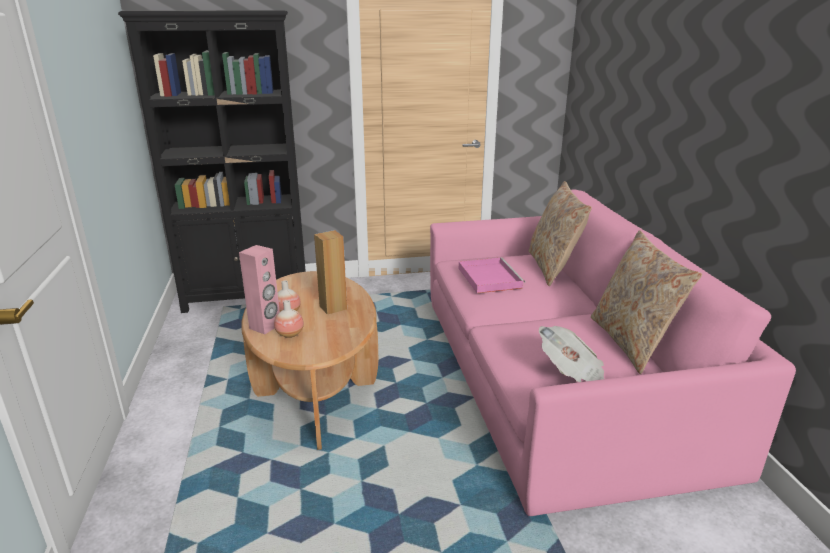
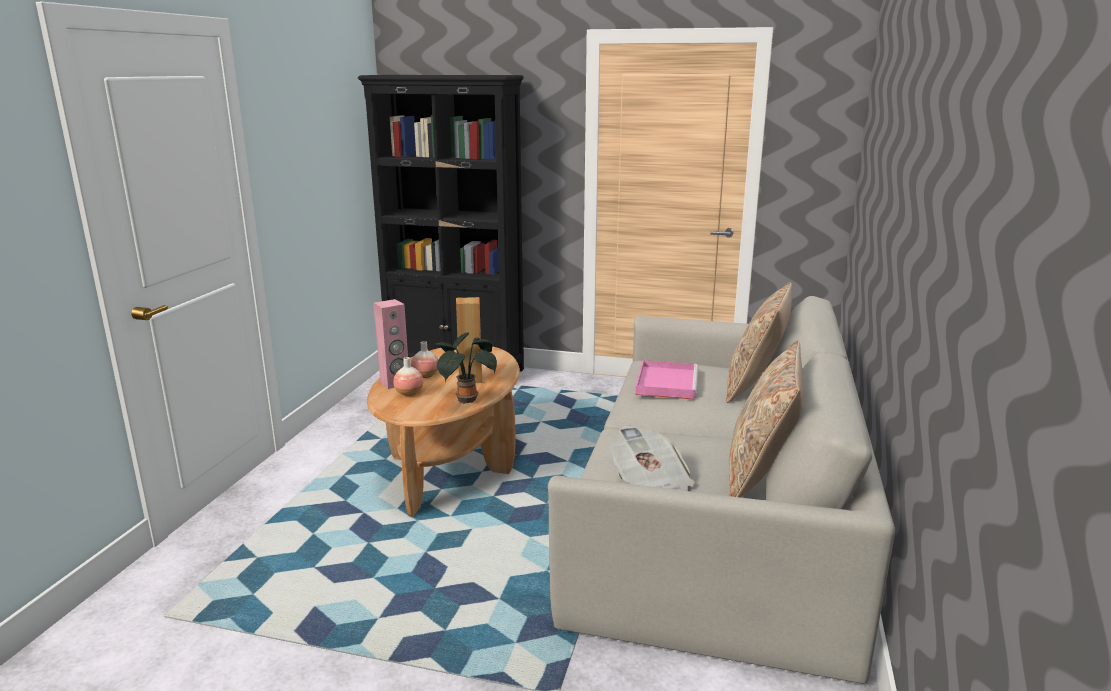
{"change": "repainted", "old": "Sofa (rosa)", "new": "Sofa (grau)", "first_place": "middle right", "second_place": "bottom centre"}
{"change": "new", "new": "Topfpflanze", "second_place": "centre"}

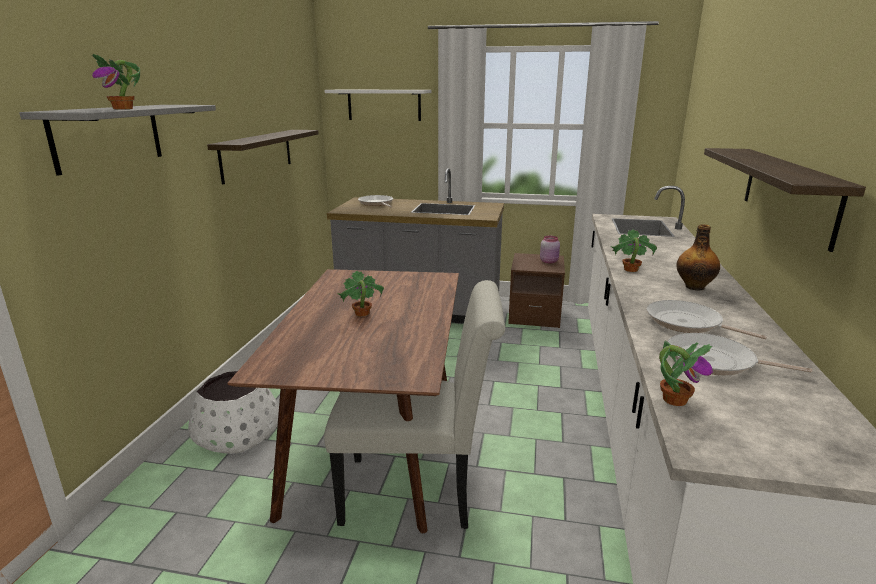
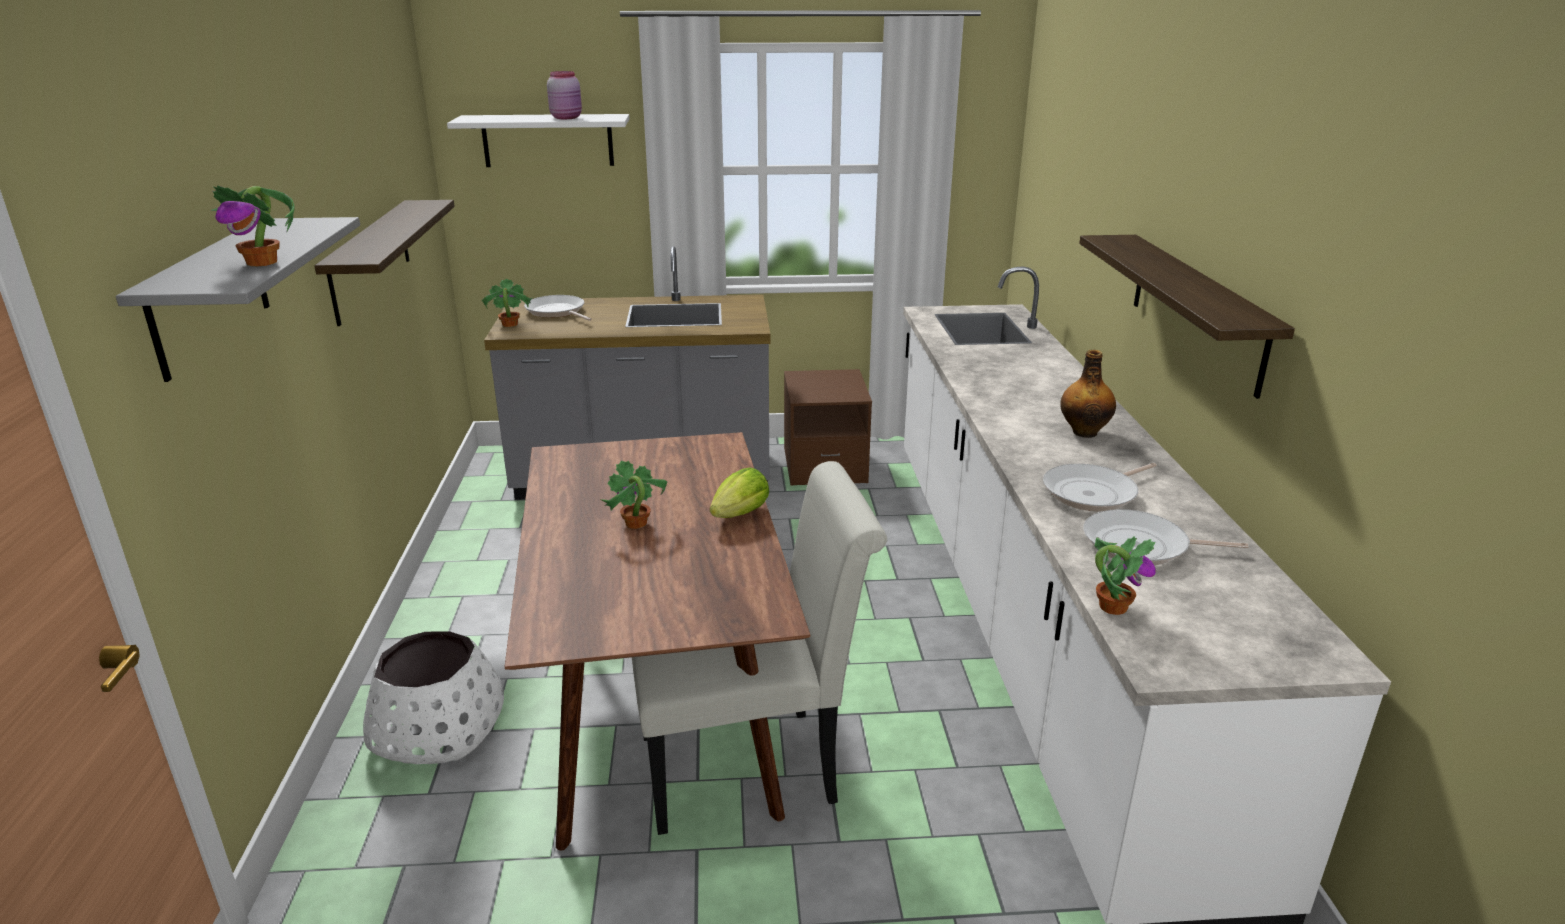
{"change": "shifted", "old": "Vorratsglas (rosa)", "first_place": "centre", "second_place": "top centre"}
{"change": "shifted", "old": "Topfpflanze (no. 3 from left in the first image)", "new": "Topfpflanze (no. 2 from left)", "first_place": "middle right", "second_place": "top left"}
{"change": "rotated", "old": "Pfanne (no. 2 from left)", "first_place": "middle right", "second_place": "middle right", "degrees": -60}
{"change": "new", "new": "Salatkopf", "second_place": "centre"}

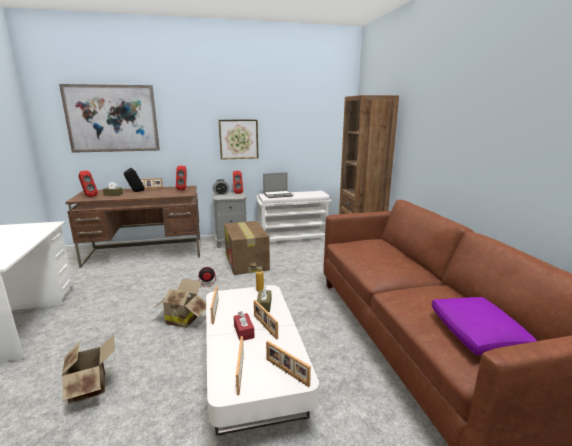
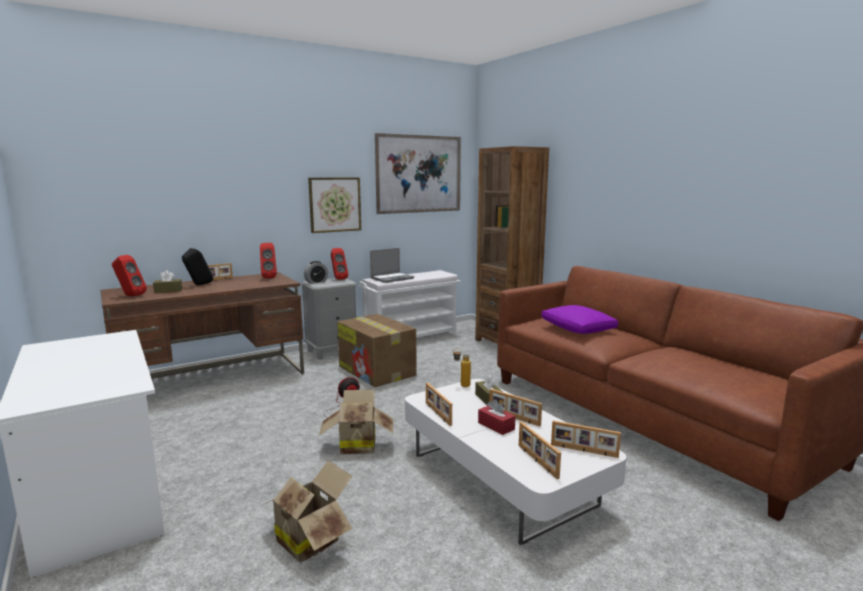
{"change": "shifted", "old": "Bild (no. 1 from left in the first image)", "new": "Bild (no. 2 from left)", "first_place": "top left", "second_place": "top centre"}
{"change": "shifted", "old": "Kissen (lila)", "first_place": "bottom right", "second_place": "middle right"}

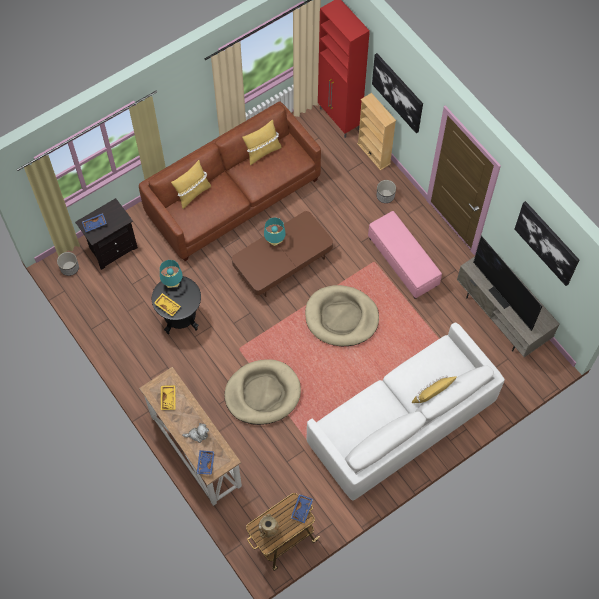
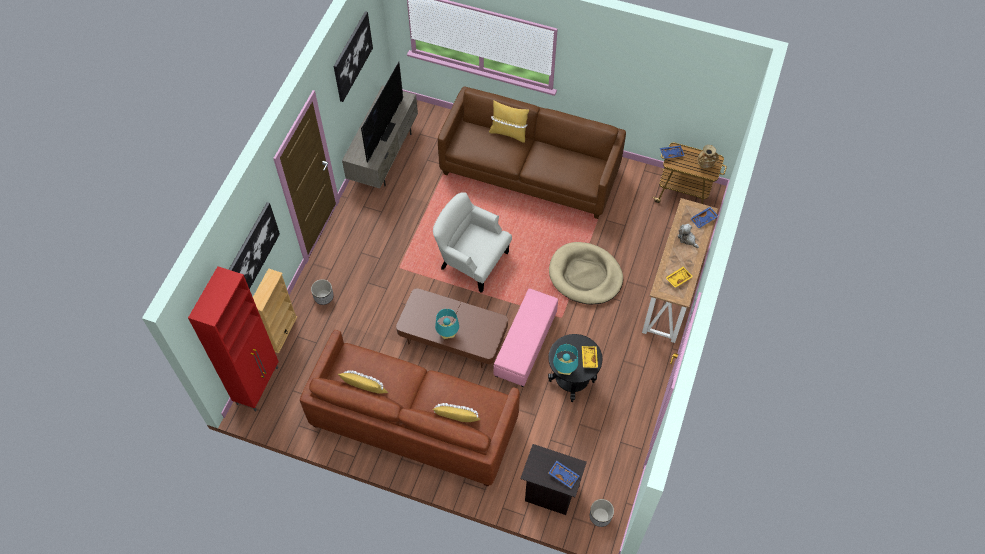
{"change": "swapped", "old": "Hundebett (beige) (no. 2 from left)", "new": "Sessel (weiß)", "first_place": "centre", "second_place": "centre"}
{"change": "repainted", "old": "Sofa (weiß)", "new": "Sofa (braun) (no. 2 from left)", "first_place": "bottom right", "second_place": "top centre"}
{"change": "shifted", "old": "Polsterhocker (rosa)", "first_place": "middle right", "second_place": "centre"}

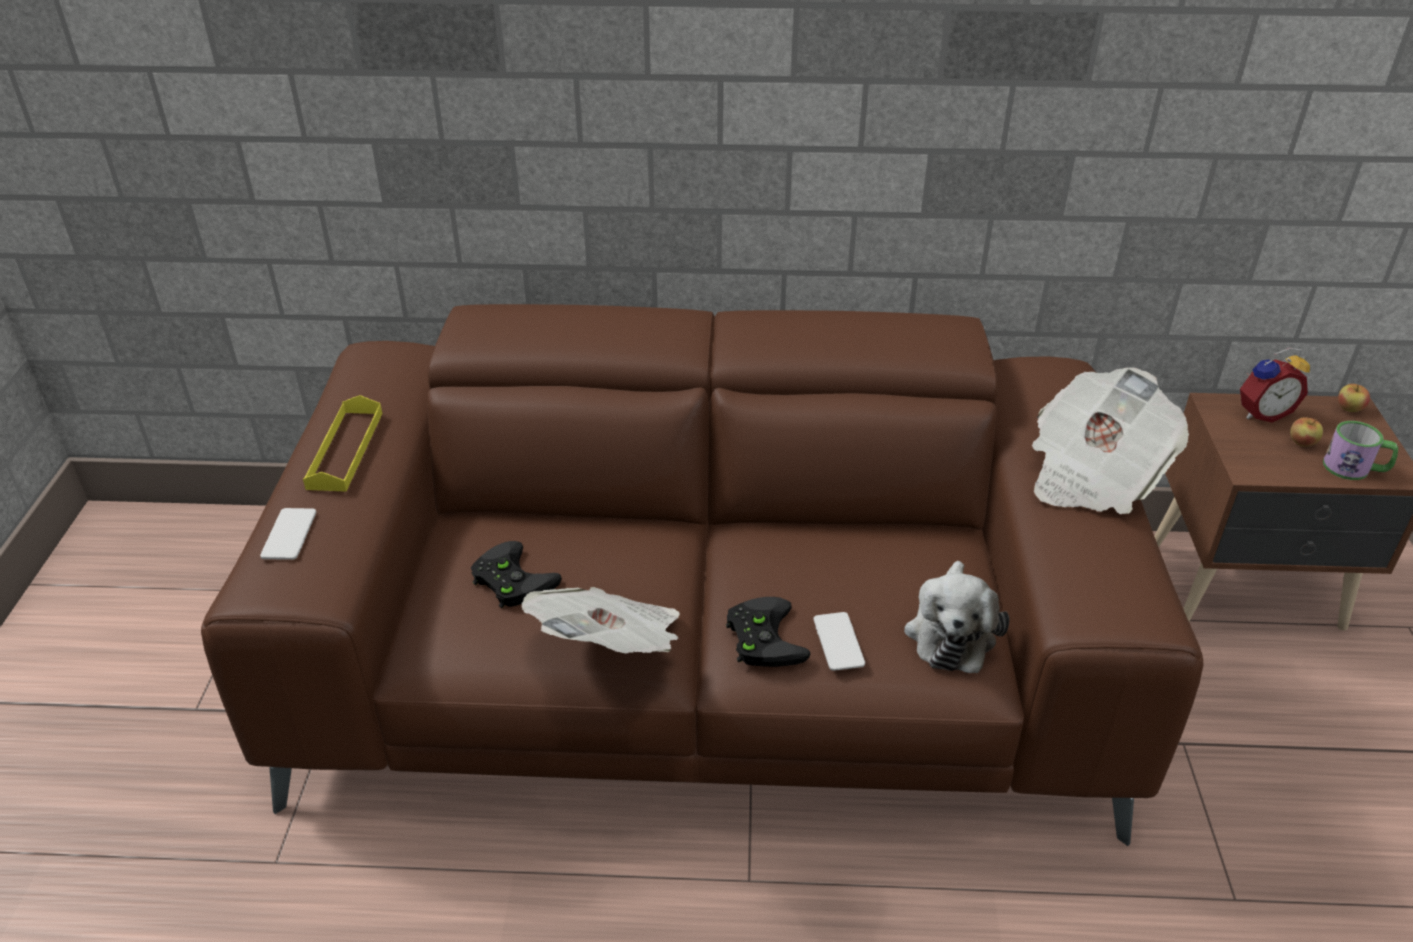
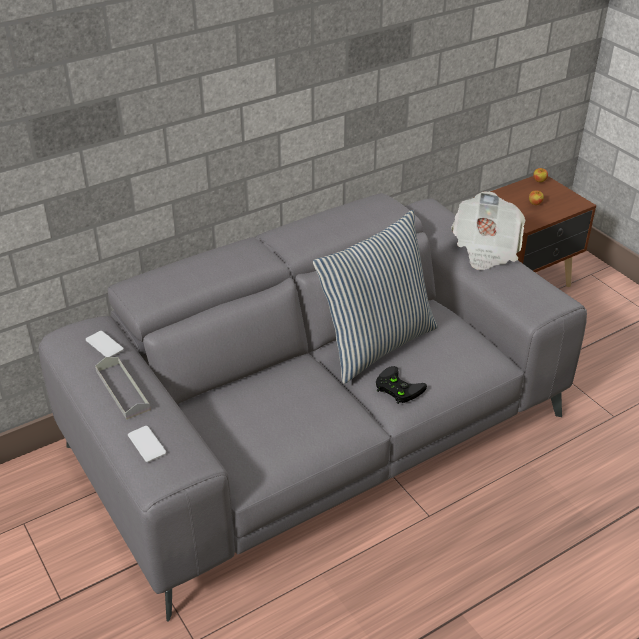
{"change": "repainted", "old": "Sofa (braun)", "new": "Sofa (grau)", "first_place": "centre", "second_place": "centre"}
{"change": "repainted", "old": "Tablett (gelb)", "new": "Tablett (grau)", "first_place": "middle left", "second_place": "middle left"}
{"change": "gone", "old": "Gamepad (schwarz) (no. 1 from left)", "first_place": "centre"}
{"change": "gone", "old": "Zeitung (no. 1 from left)", "first_place": "centre"}
{"change": "shifted", "old": "Handy (no. 2 from left in the first image)", "new": "Handy (no. 1 from left)", "first_place": "bottom centre", "second_place": "middle left"}
{"change": "gone", "old": "Plüschtier", "first_place": "middle right"}
{"change": "gone", "old": "Wecker", "first_place": "middle right"}
{"change": "gone", "old": "Henkelbecher", "first_place": "middle right"}
{"change": "new", "new": "Kissen", "second_place": "centre"}

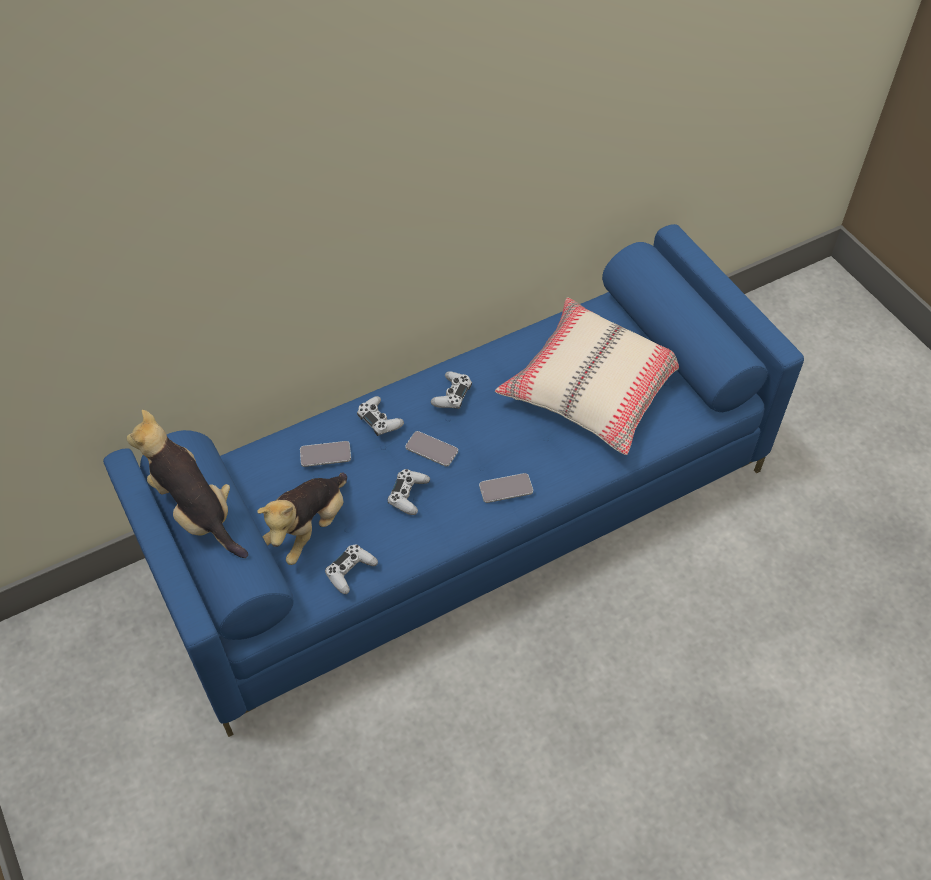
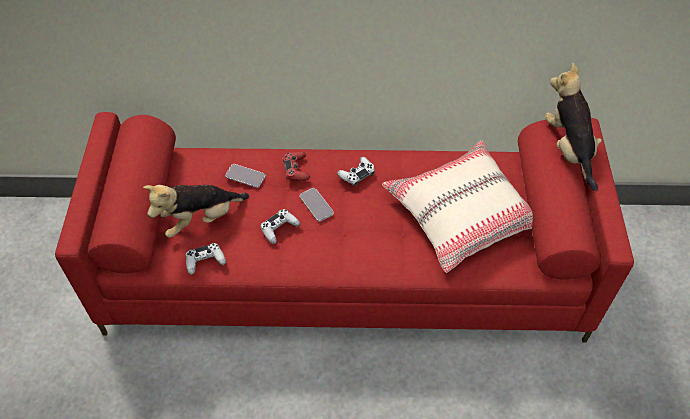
{"change": "repainted", "old": "Sofa (blau)", "new": "Sofa (rot)", "first_place": "centre", "second_place": "centre"}
{"change": "shifted", "old": "Plüschtier (no. 1 from left in the first image)", "new": "Plüschtier (no. 2 from left)", "first_place": "middle left", "second_place": "top right"}
{"change": "repainted", "old": "Gamepad (weiß) (no. 2 from left)", "new": "Gamepad (rot)", "first_place": "centre", "second_place": "centre"}
{"change": "gone", "old": "Handy (no. 3 from left)", "first_place": "centre"}

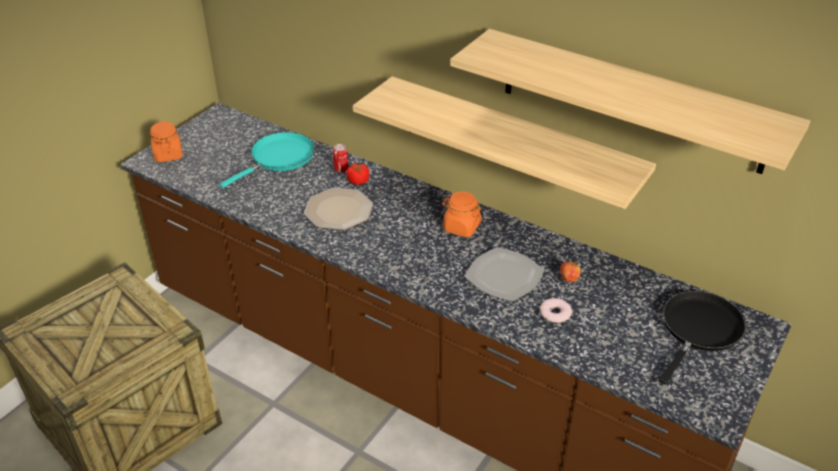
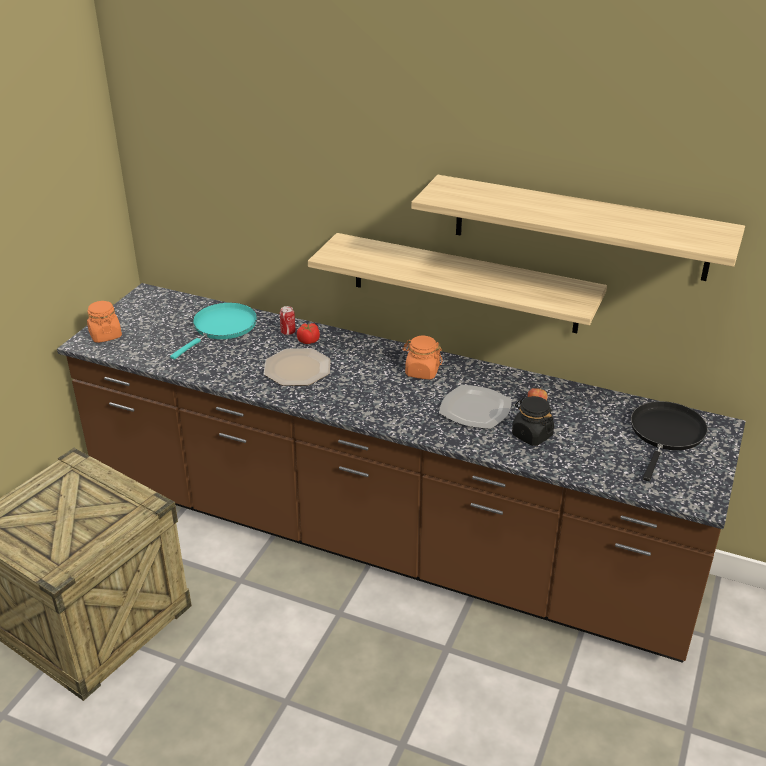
{"change": "swapped", "old": "Donut", "new": "Vorratsglas (schwarz)", "first_place": "centre", "second_place": "middle right"}

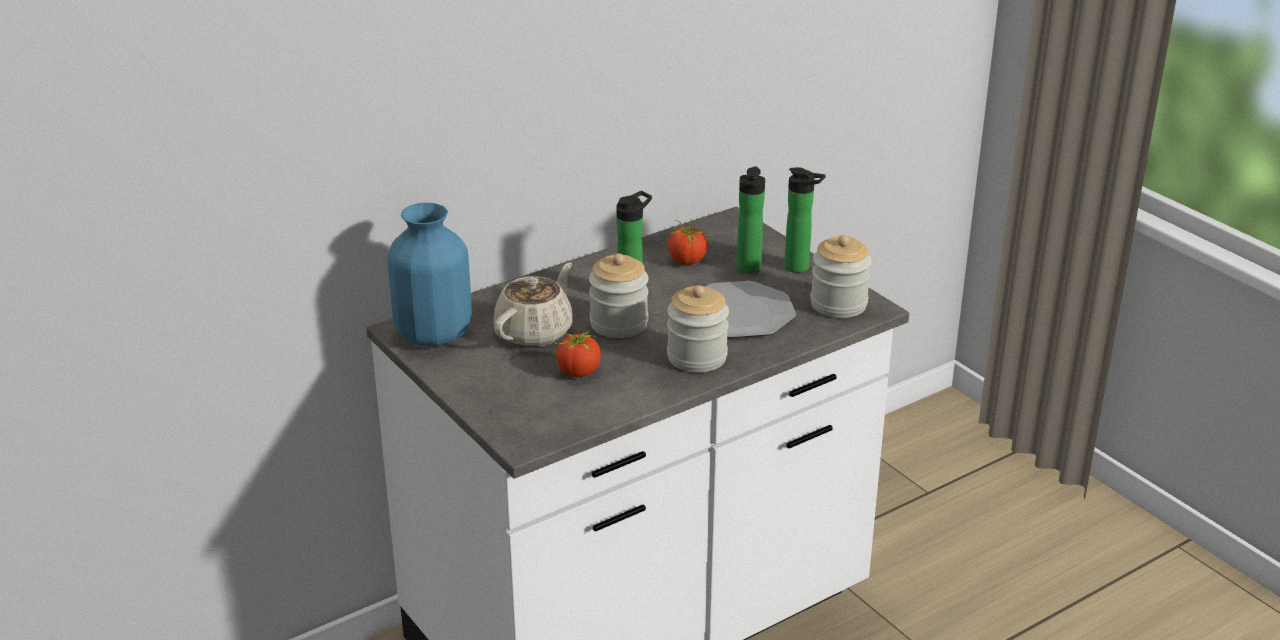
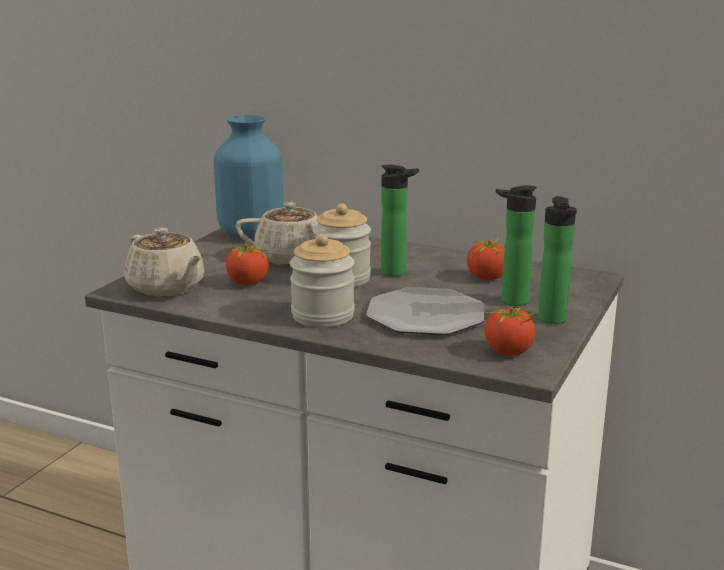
{"change": "swapped", "old": "Vorratsglas (no. 3 from left)", "new": "Tomate (no. 3 from left)", "first_place": "centre", "second_place": "middle right"}
{"change": "new", "new": "Teekanne (beige) (no. 1 from left)", "second_place": "middle left"}

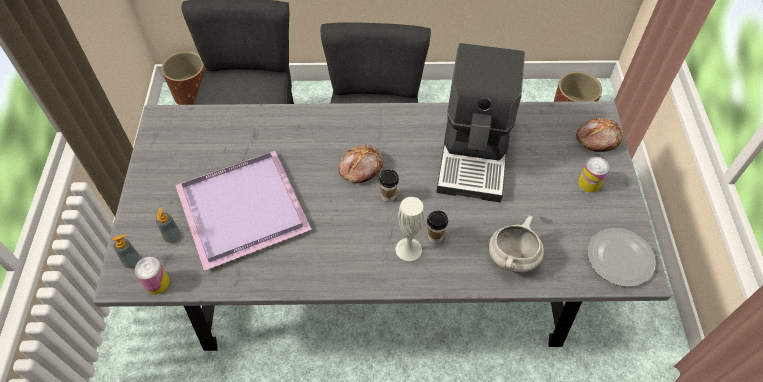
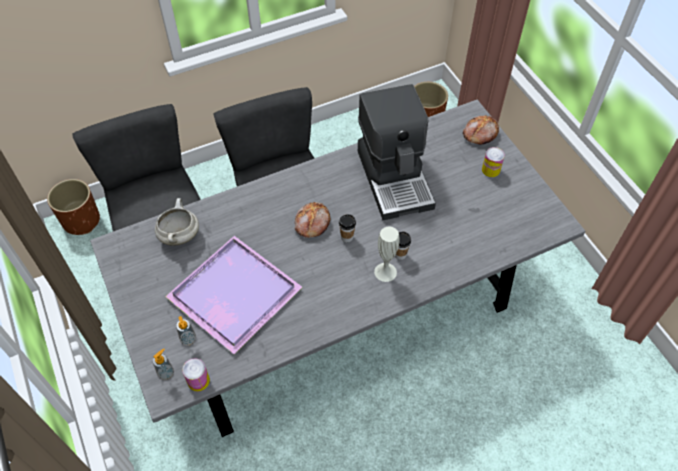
{"change": "shifted", "old": "Kochtopf (weiß)", "first_place": "middle right", "second_place": "middle left"}
{"change": "gone", "old": "Teller", "first_place": "bottom right"}

